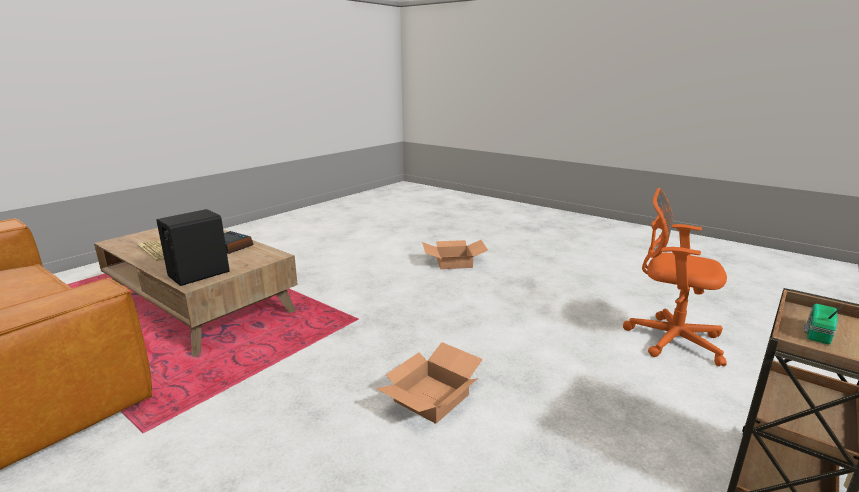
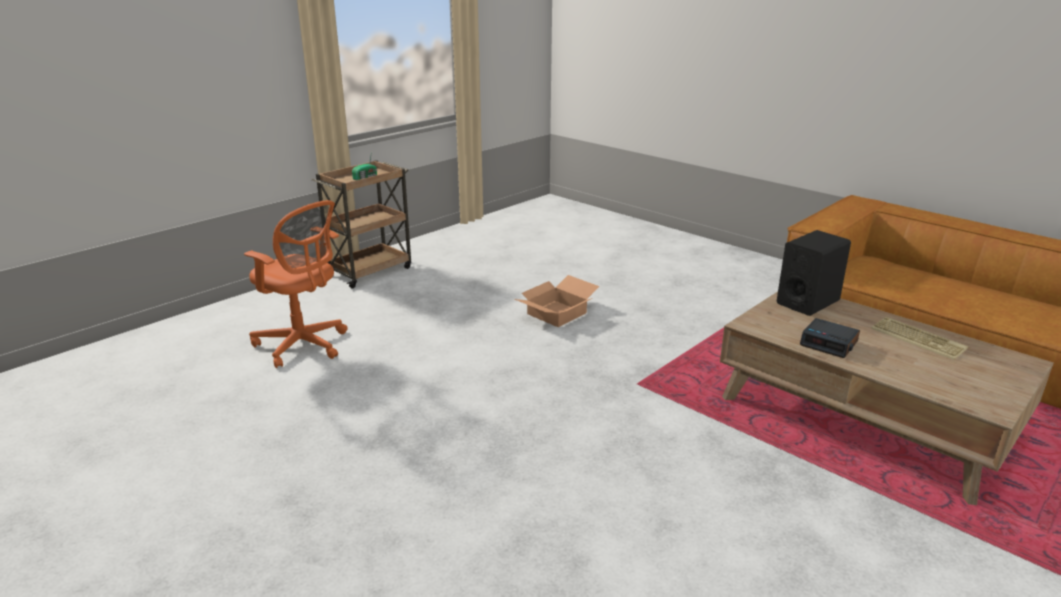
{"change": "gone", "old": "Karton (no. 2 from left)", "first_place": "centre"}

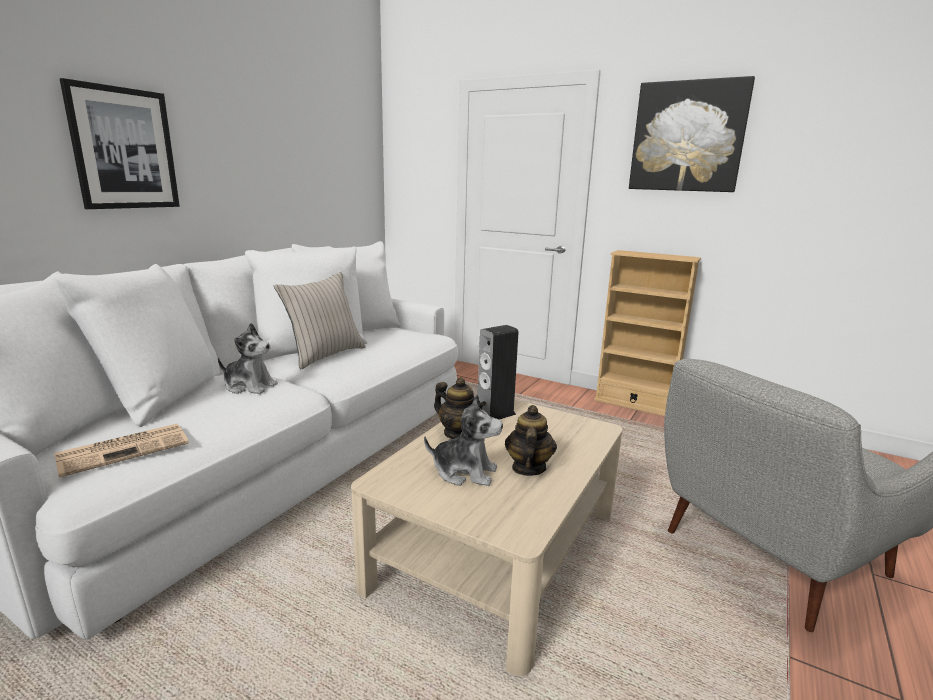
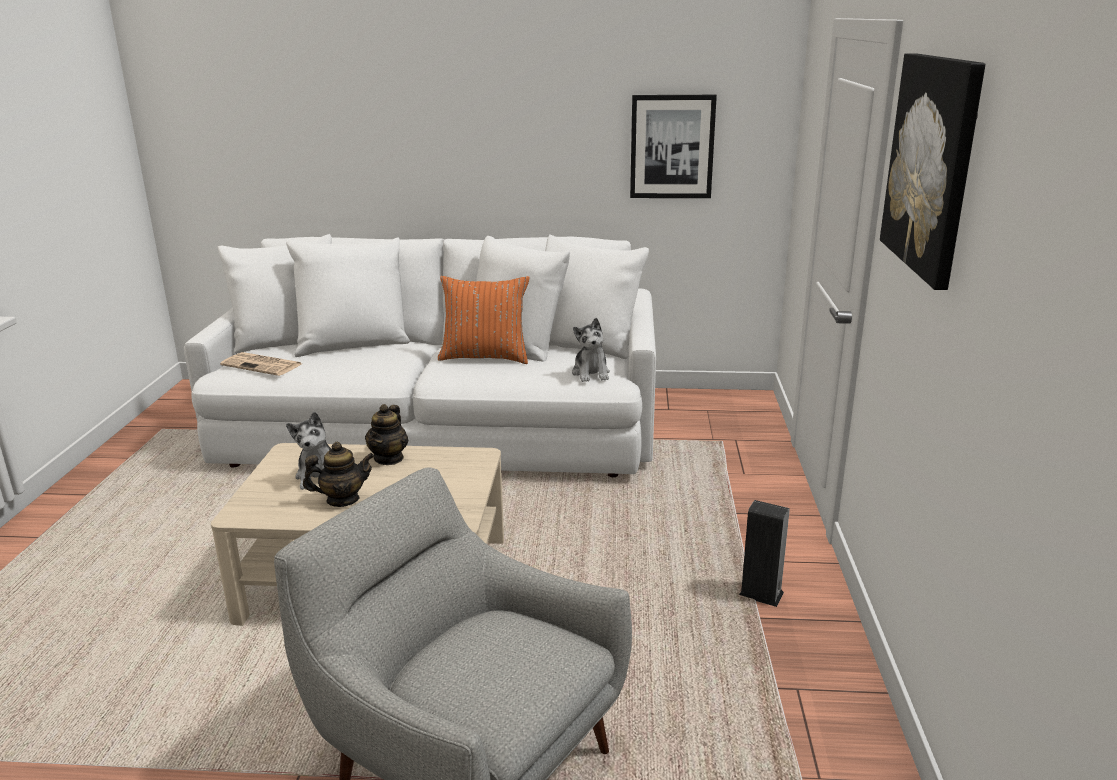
{"change": "shifted", "old": "Bild (no. 1 from left)", "first_place": "top left", "second_place": "top centre"}
{"change": "shifted", "old": "Plüschtier (no. 1 from left in the first image)", "new": "Plüschtier (no. 2 from left)", "first_place": "middle left", "second_place": "centre"}
{"change": "repainted", "old": "Kissen (beige)", "new": "Kissen (orange)", "first_place": "centre", "second_place": "centre"}
{"change": "shifted", "old": "Lautsprecher", "first_place": "centre", "second_place": "bottom right"}
{"change": "gone", "old": "Bücherregal (beige)", "first_place": "middle right"}

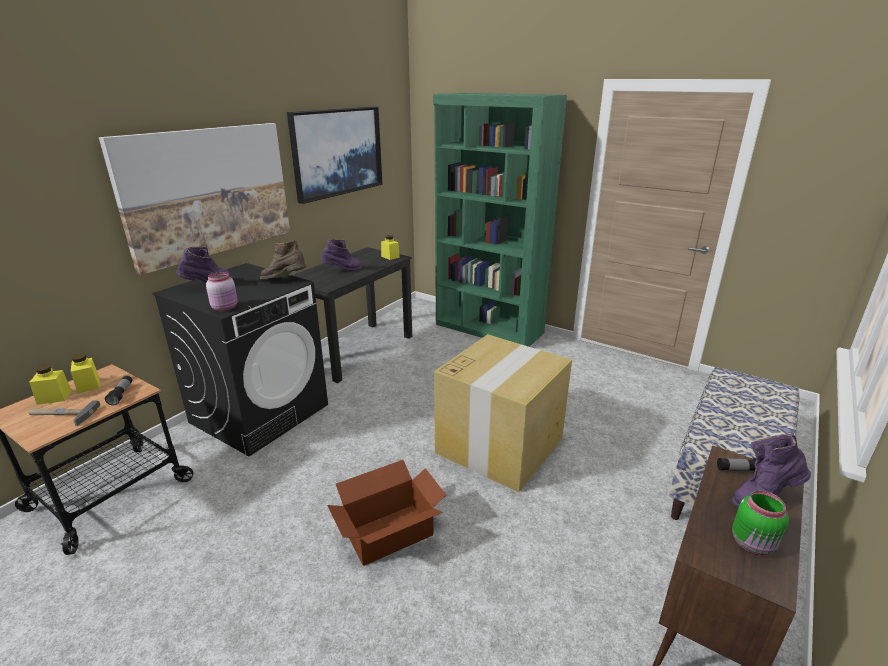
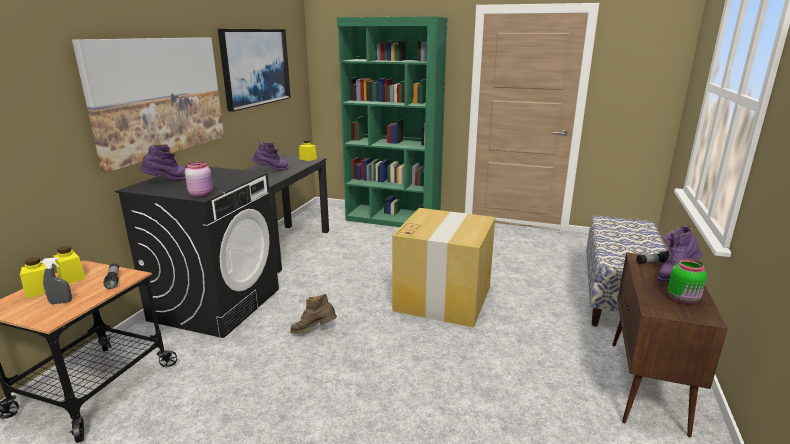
{"change": "swapped", "old": "Hammer", "new": "Sprühflasche (grau)", "first_place": "middle left", "second_place": "middle left"}
{"change": "shifted", "old": "Stiefel (braun)", "first_place": "middle left", "second_place": "bottom centre"}
{"change": "gone", "old": "Karton (no. 1 from left)", "first_place": "bottom centre"}

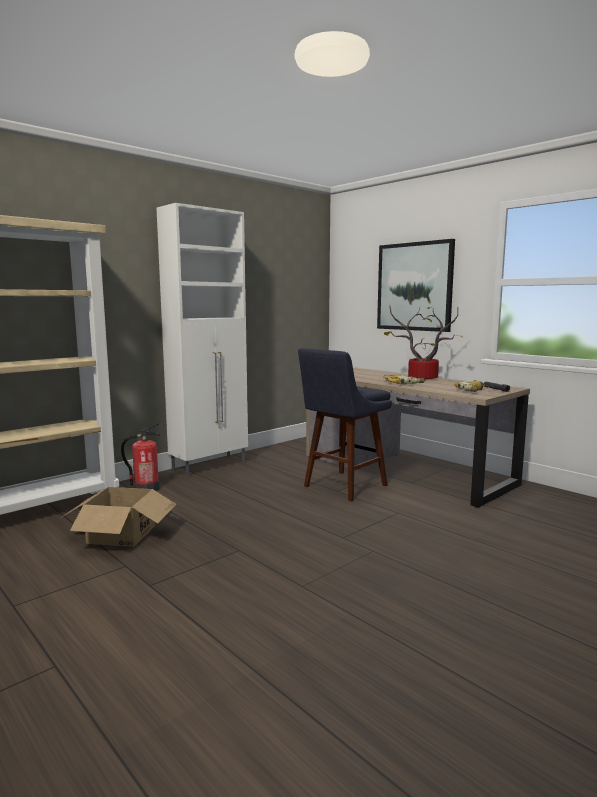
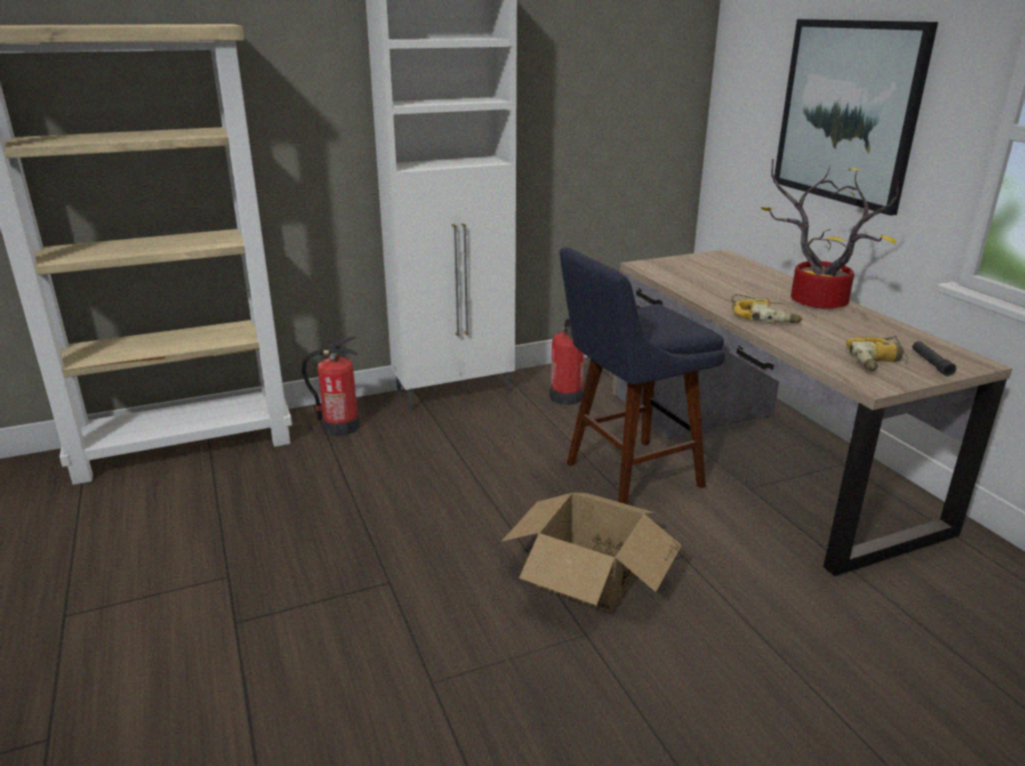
{"change": "shifted", "old": "Karton", "first_place": "middle left", "second_place": "bottom centre"}
{"change": "new", "new": "Feuerlöscher (no. 2 from left)", "second_place": "centre"}

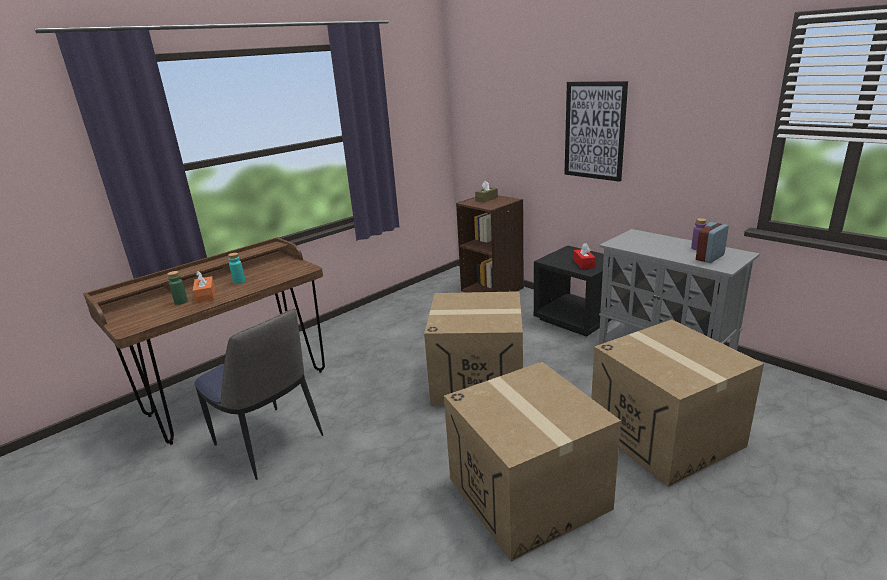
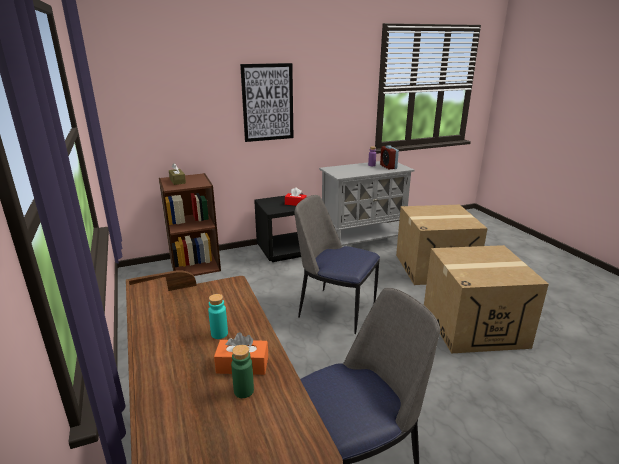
{"change": "swapped", "old": "Karton (no. 1 from left)", "new": "Stuhl (no. 1 from left)", "first_place": "centre", "second_place": "centre"}

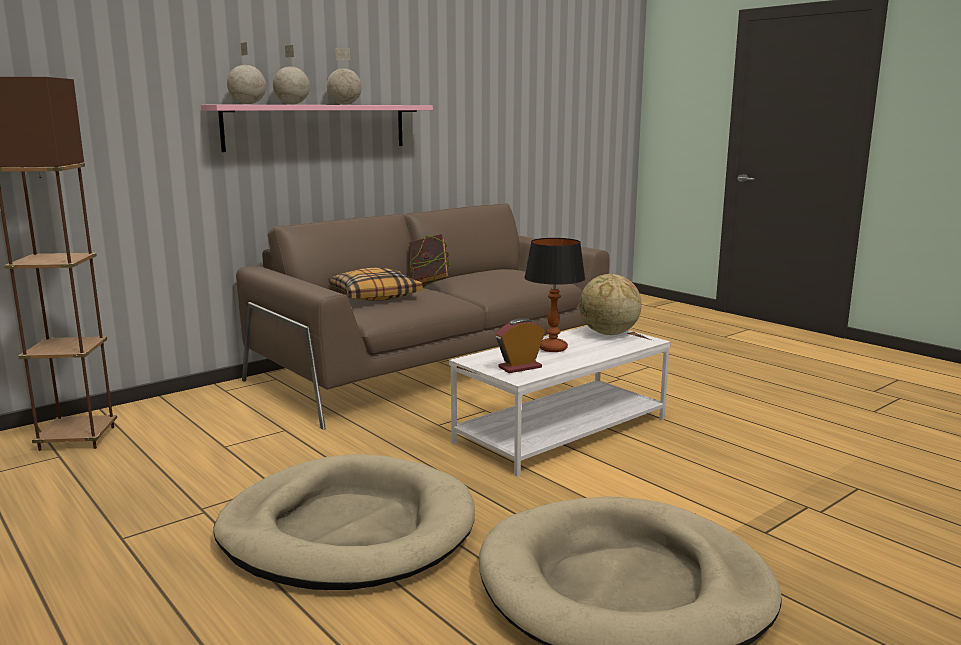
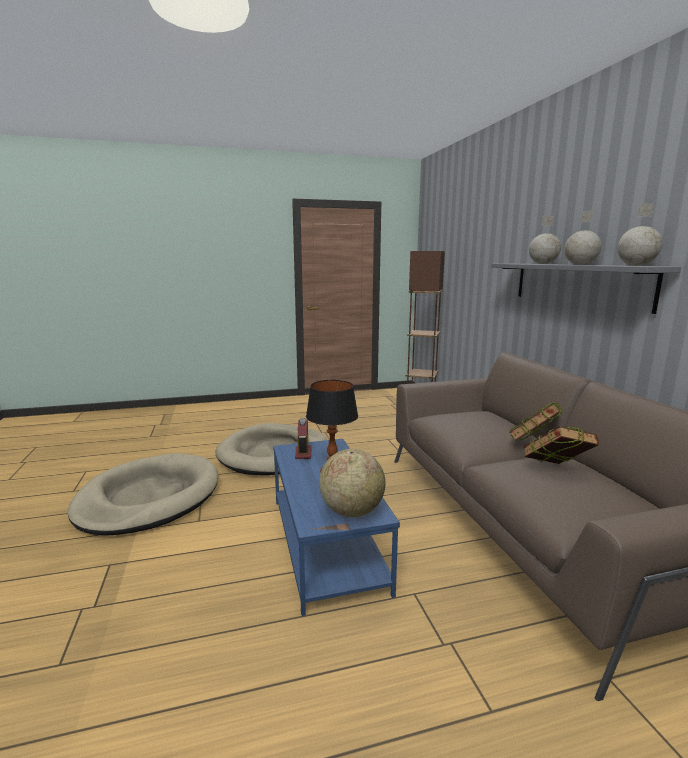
{"change": "repainted", "old": "Wandregal (rosa)", "new": "Wandregal (grau)", "first_place": "top left", "second_place": "middle right"}
{"change": "shifted", "old": "Globus (no. 1 from left in the first image)", "new": "Globus (no. 4 from left)", "first_place": "top left", "second_place": "top right"}
{"change": "gone", "old": "Kissen", "first_place": "centre"}
{"change": "repainted", "old": "Couchtisch (weiß)", "new": "Couchtisch (blau)", "first_place": "centre", "second_place": "bottom centre"}
{"change": "new", "new": "Buch (no. 2 from left)", "second_place": "middle right"}

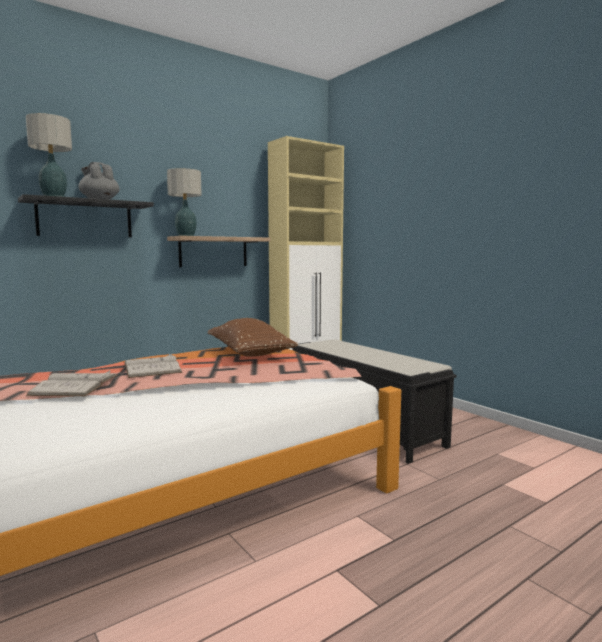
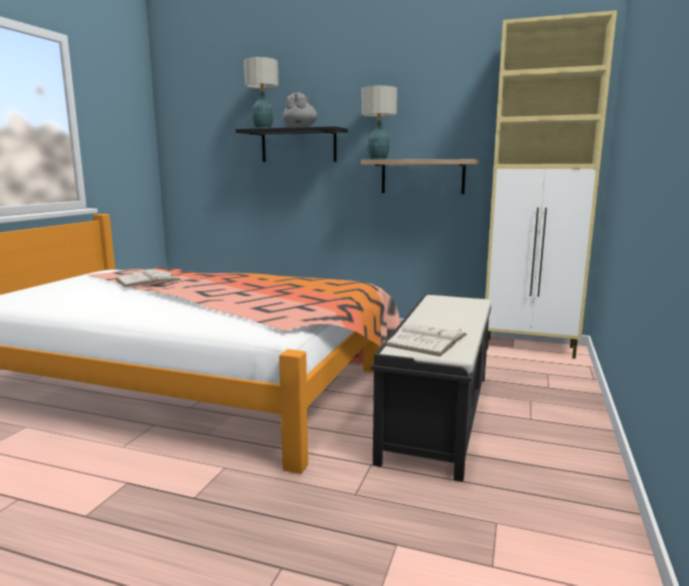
{"change": "shifted", "old": "Buch (weiß) (no. 2 from left)", "first_place": "middle left", "second_place": "centre"}
{"change": "gone", "old": "Kissen (braun)", "first_place": "centre"}

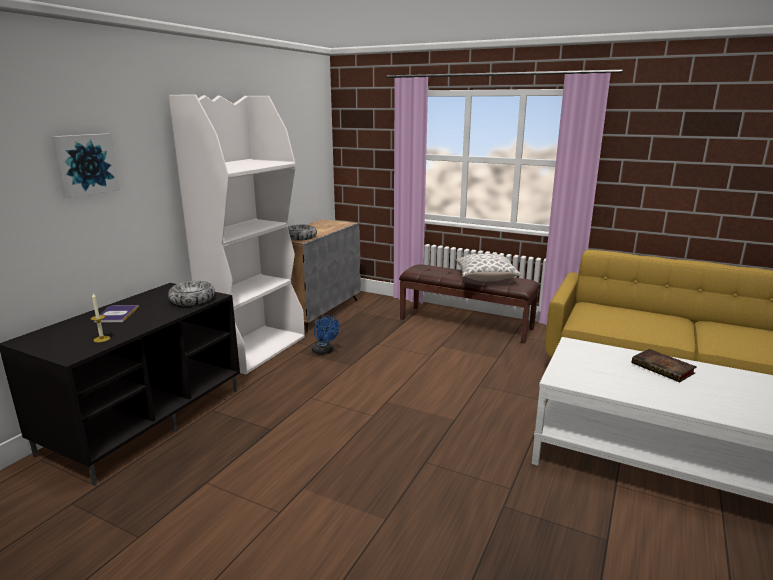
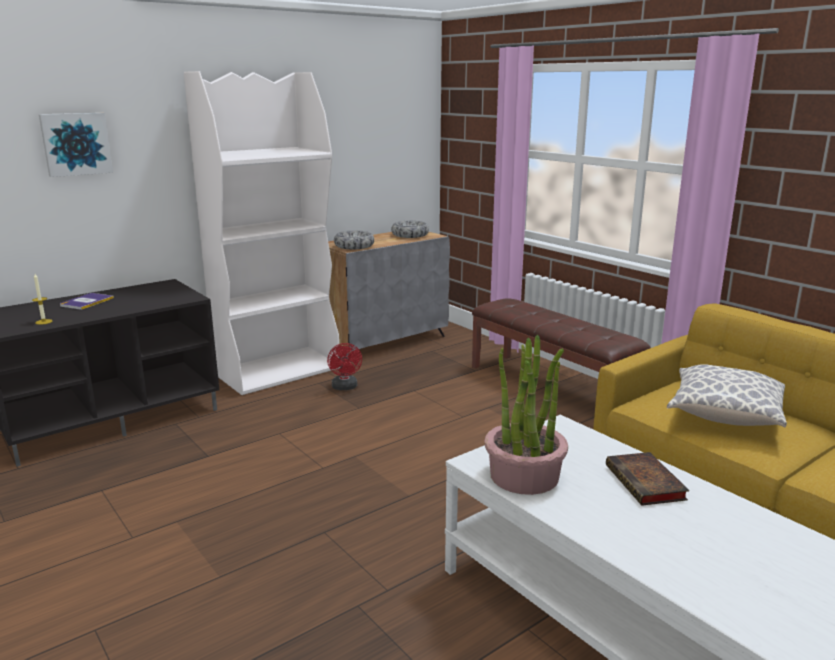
{"change": "shifted", "old": "Schüssel (no. 1 from left in the first image)", "new": "Schüssel (no. 2 from left)", "first_place": "middle left", "second_place": "centre"}
{"change": "repainted", "old": "Ventilator (blau)", "new": "Ventilator (rot)", "first_place": "centre", "second_place": "centre"}
{"change": "shifted", "old": "Kissen", "first_place": "centre", "second_place": "middle right"}
{"change": "new", "new": "Topfpflanze", "second_place": "centre"}

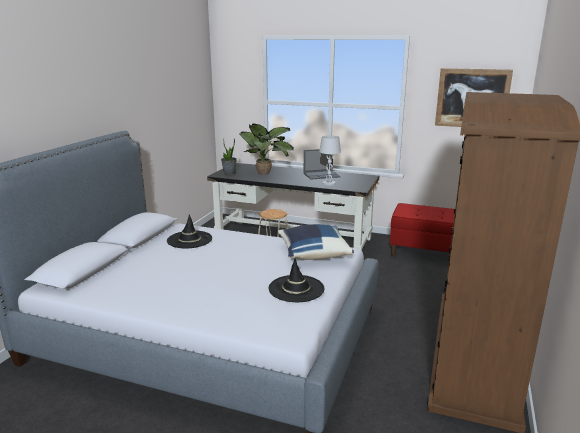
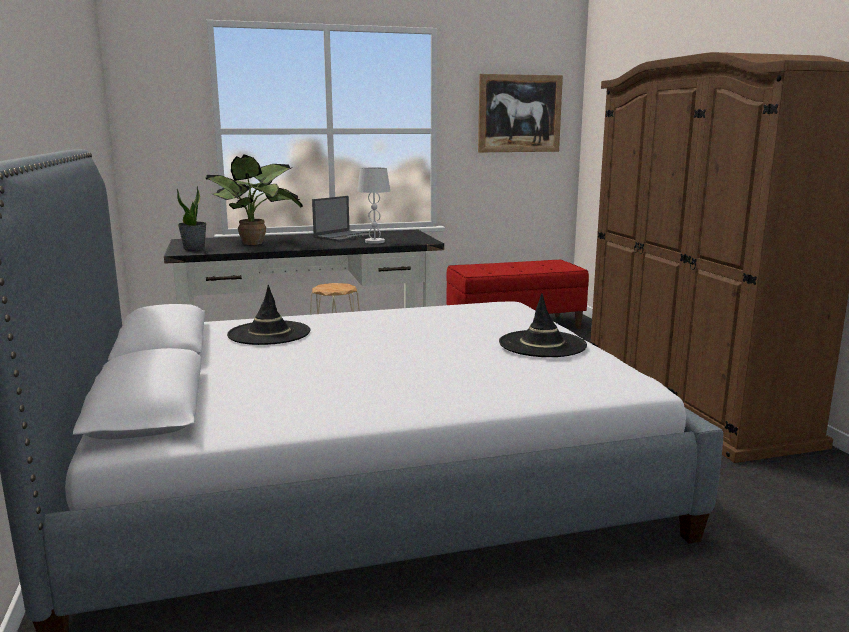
{"change": "gone", "old": "Kissen (blau)", "first_place": "centre"}

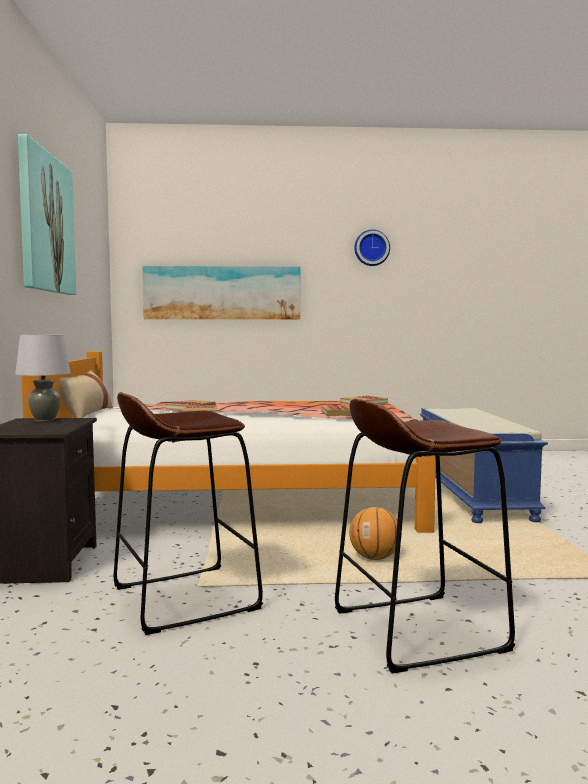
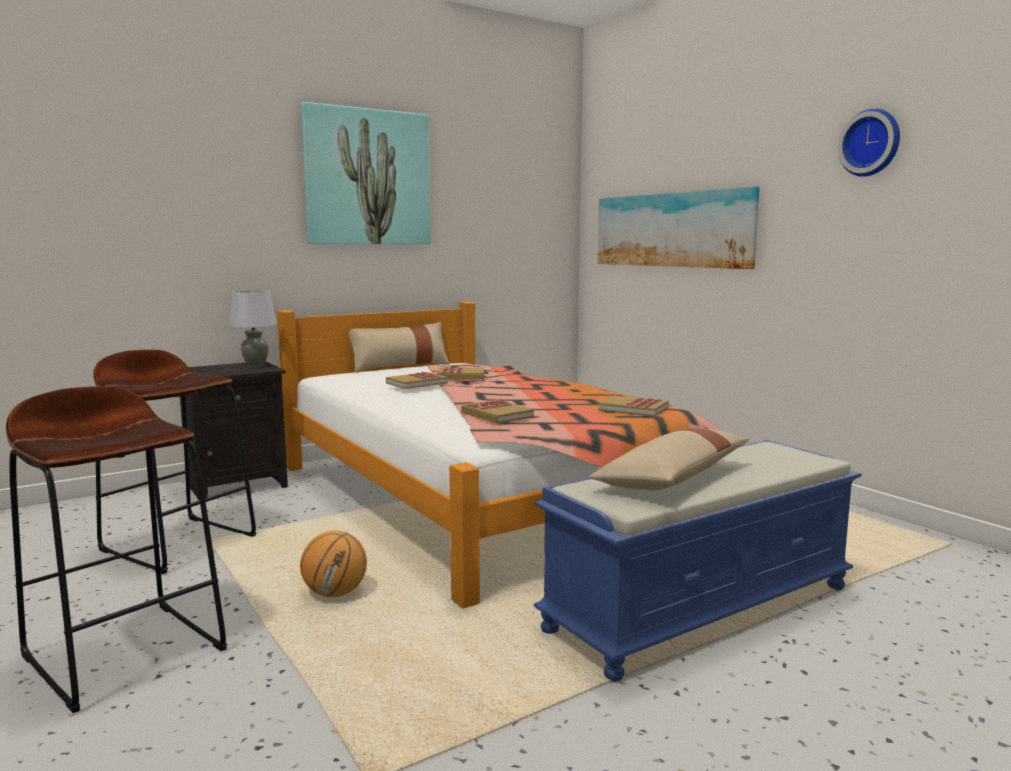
{"change": "new", "new": "Kissen (beige) (no. 2 from left)", "second_place": "centre"}

